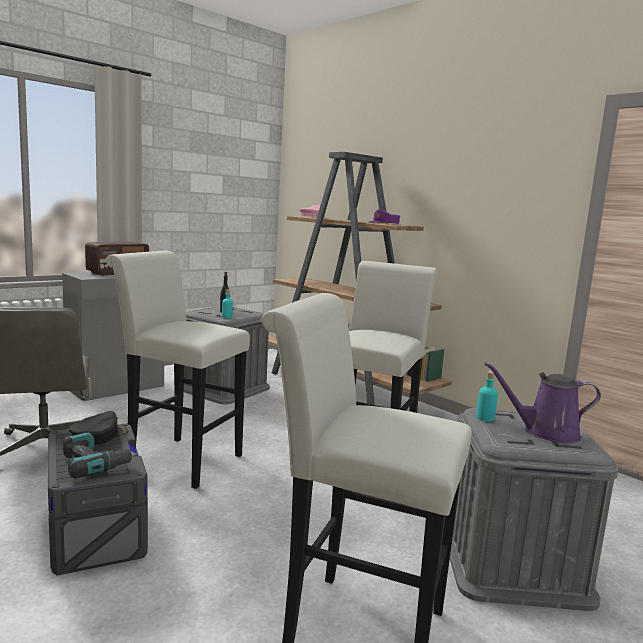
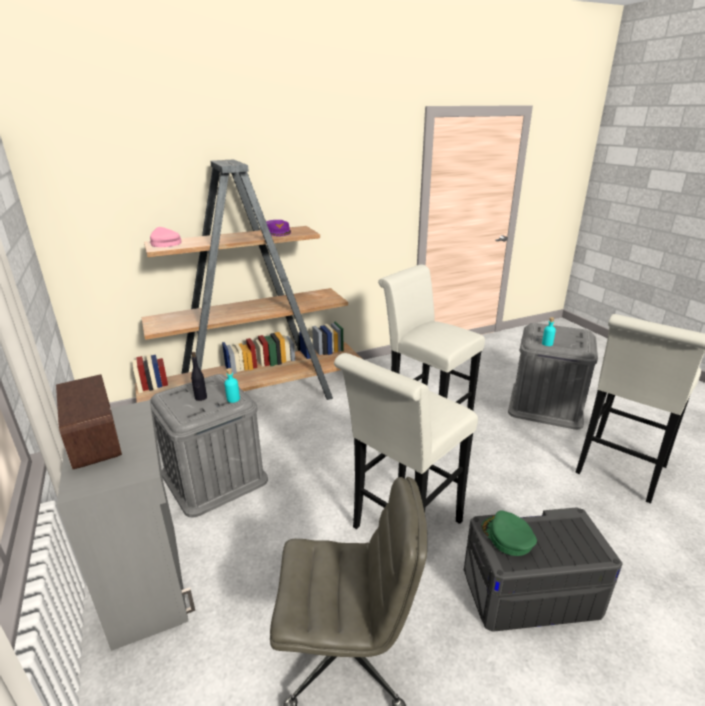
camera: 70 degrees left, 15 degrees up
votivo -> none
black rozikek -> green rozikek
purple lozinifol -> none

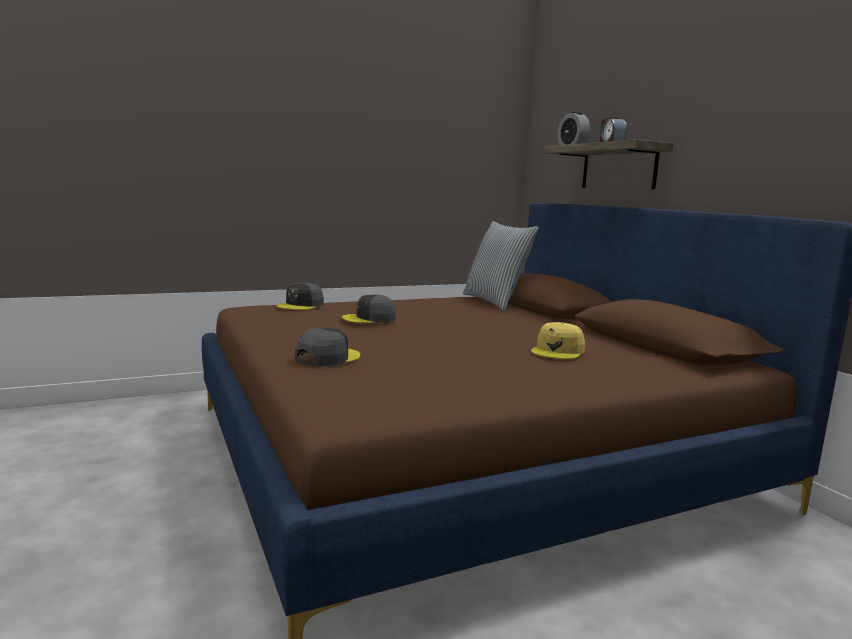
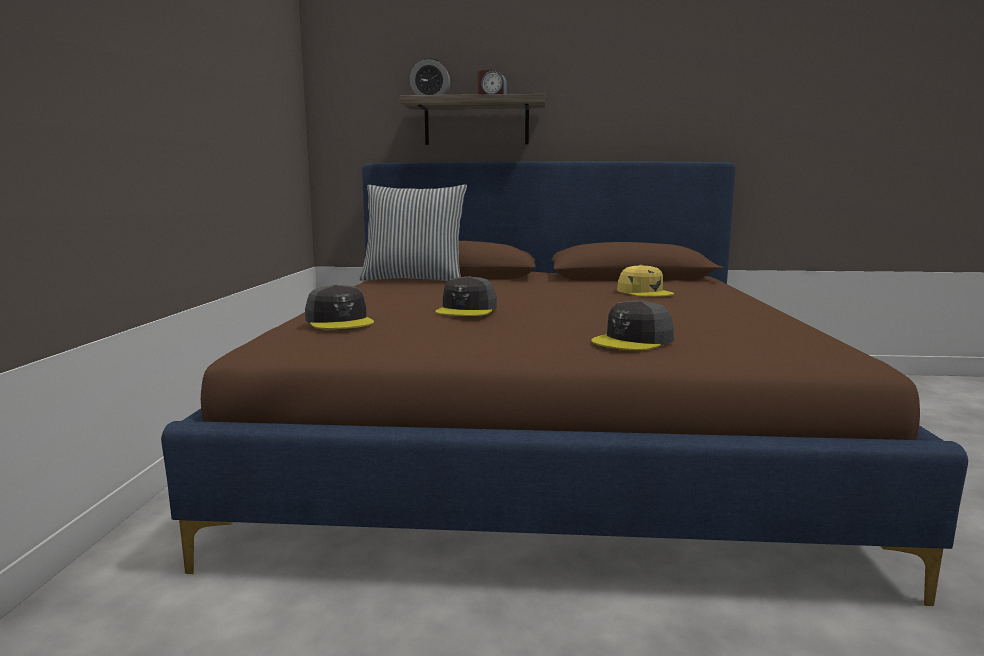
camera: 60 degrees left, 0 degrees up
grey rozikek (no. 2 from left in the first image) -> grey rozikek (no. 3 from left), 105 degrees counterclockwise

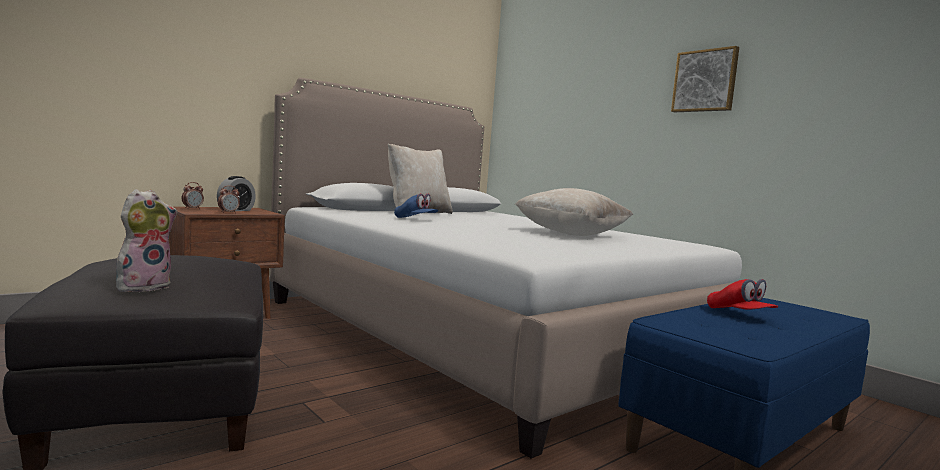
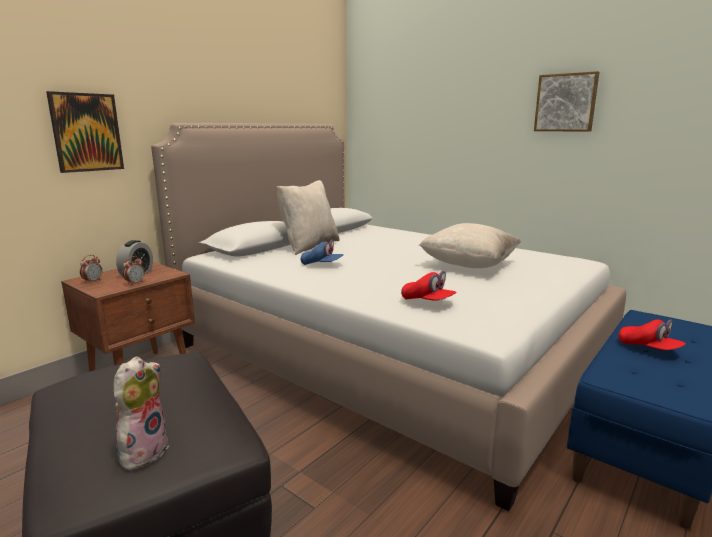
camera: 10 degrees left, 10 degrees up
none -> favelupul (no. 1 from left)
none -> red rozikek (no. 1 from left)

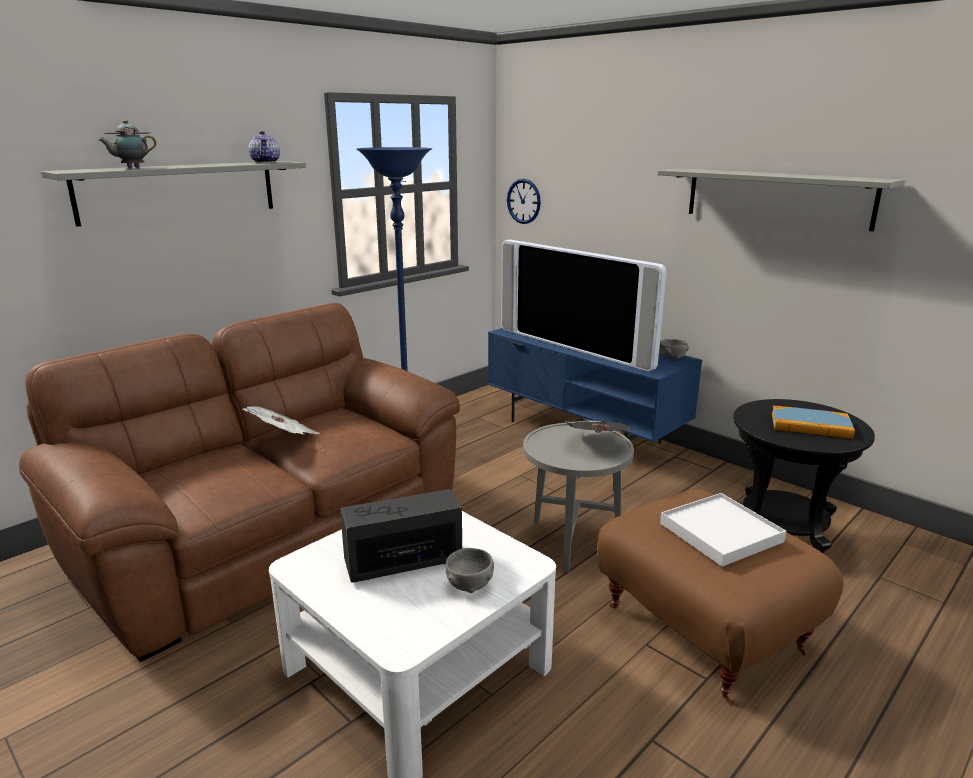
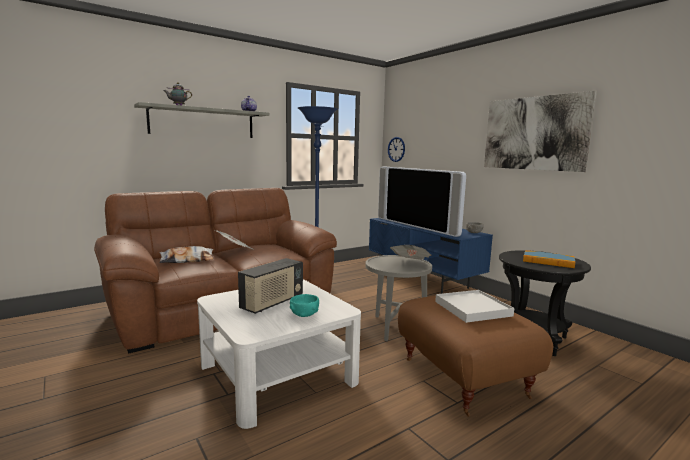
camera: 10 degrees right, 10 degrees down
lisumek, 135 degrees clockwise
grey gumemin (no. 1 from left) -> turquoise gumemin
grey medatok (no. 2 from left) -> favelupul
none -> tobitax

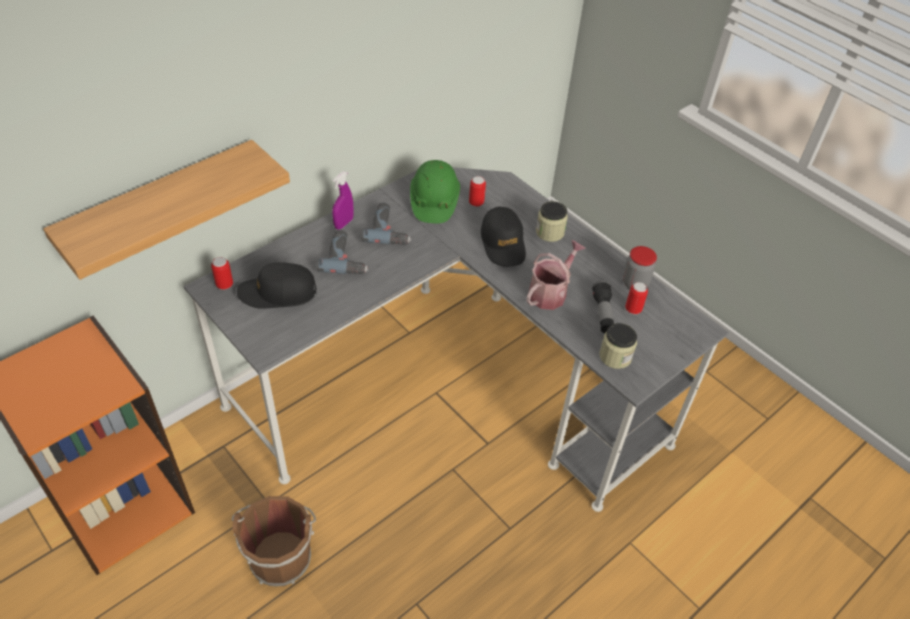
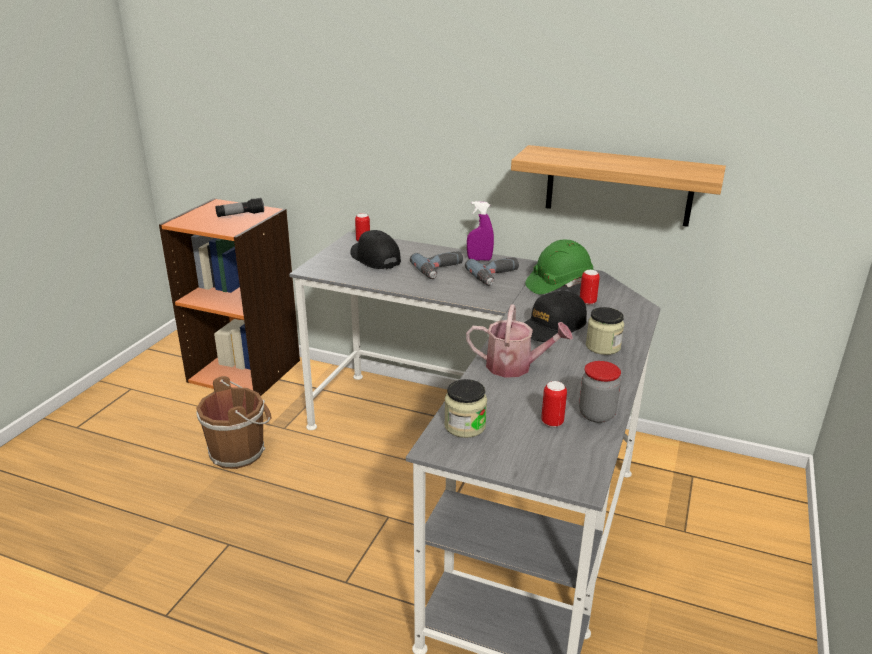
camera: 65 degrees right, 20 degrees down
medatok, relocated
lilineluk, relocated

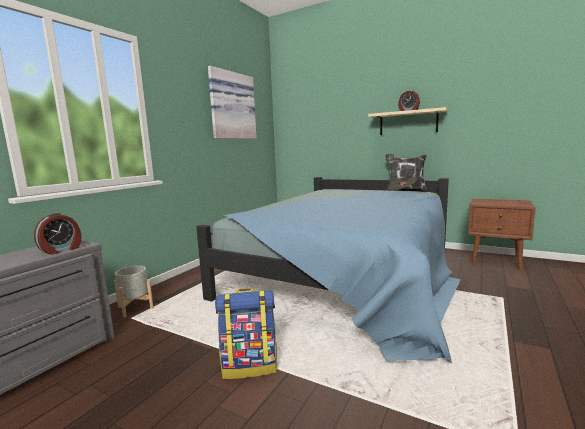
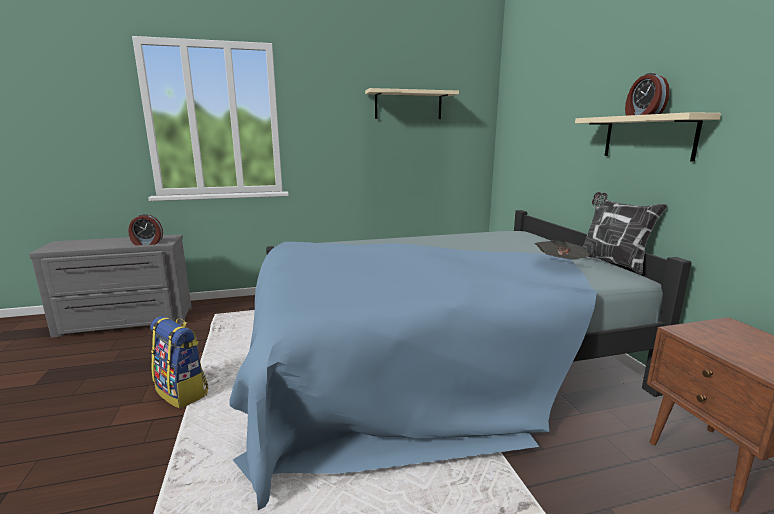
camera: 45 degrees right, 5 degrees up
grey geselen -> none
favelupul -> beige medatok (no. 1 from left)

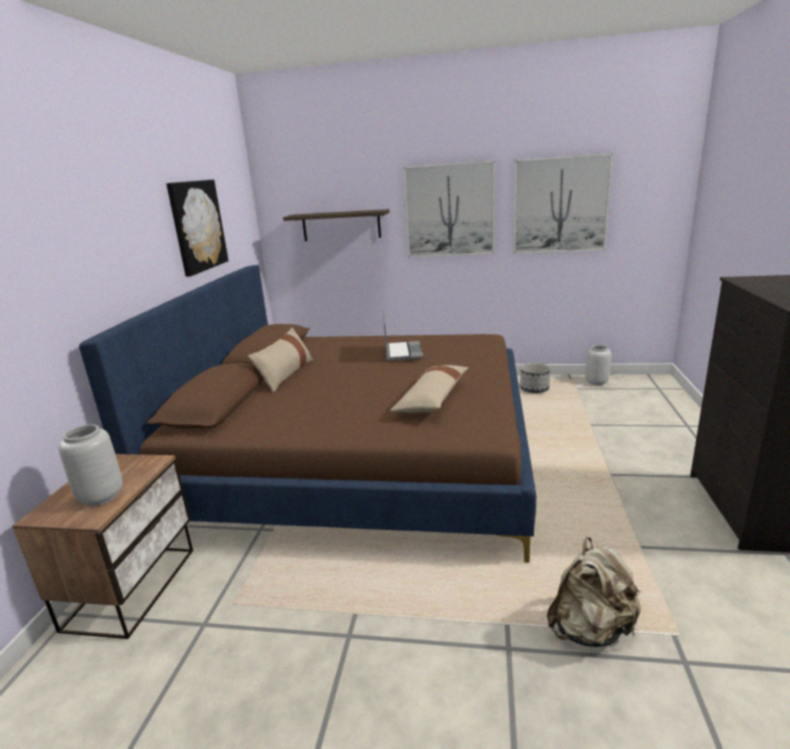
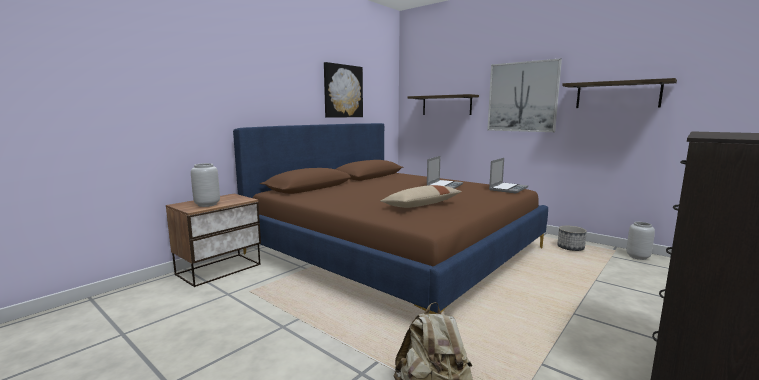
camera: 30 degrees right, 10 degrees down
beige tobitax (no. 1 from left) -> none
favelupul (no. 3 from left) -> medatok (no. 2 from left)
none -> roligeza (no. 2 from left)

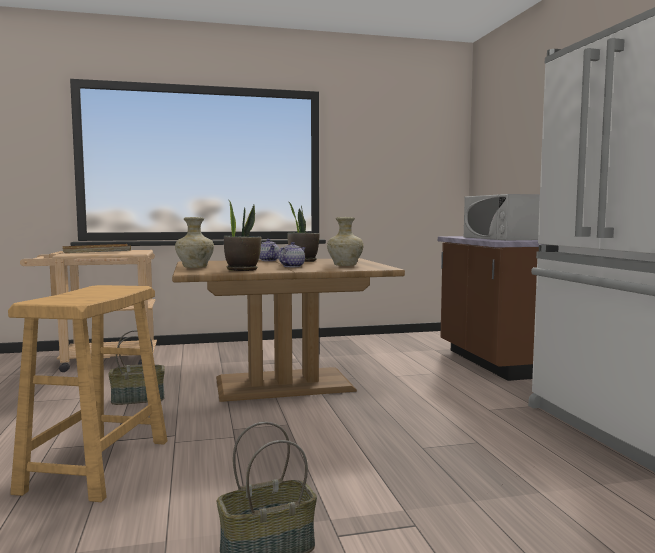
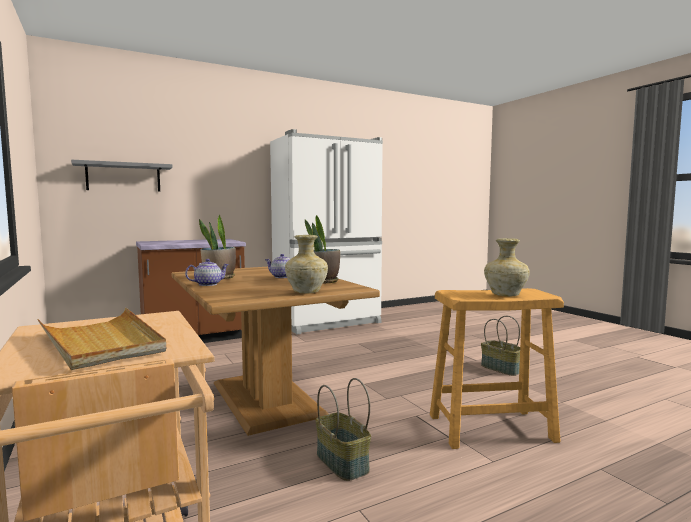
camera: 105 degrees left, 0 degrees up
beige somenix (no. 2 from left), relocated
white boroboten -> none
none -> grey medatok

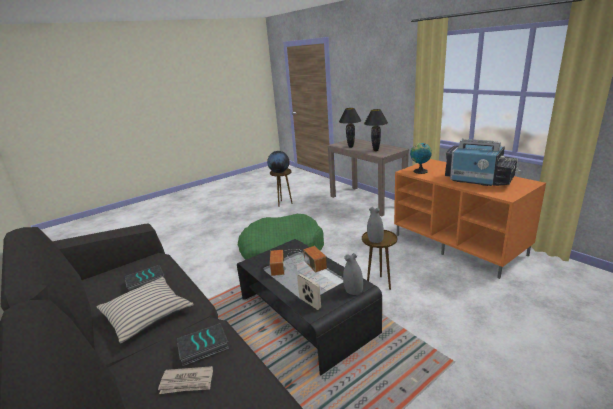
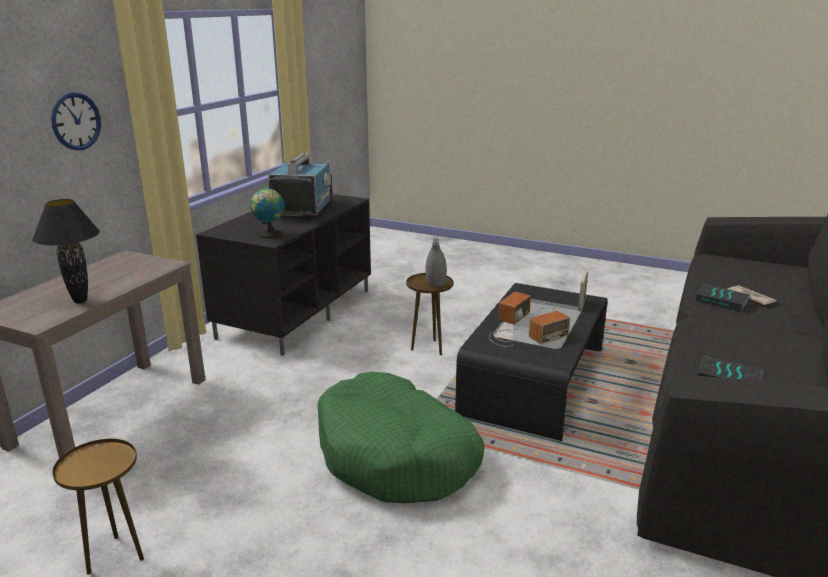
camera: 120 degrees left, 0 degrees up
beige tobitax -> none
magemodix (no. 1 from left) -> none
grey somenix (no. 1 from left) -> none
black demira (no. 2 from left) -> none
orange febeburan -> black febeburan
none -> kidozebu

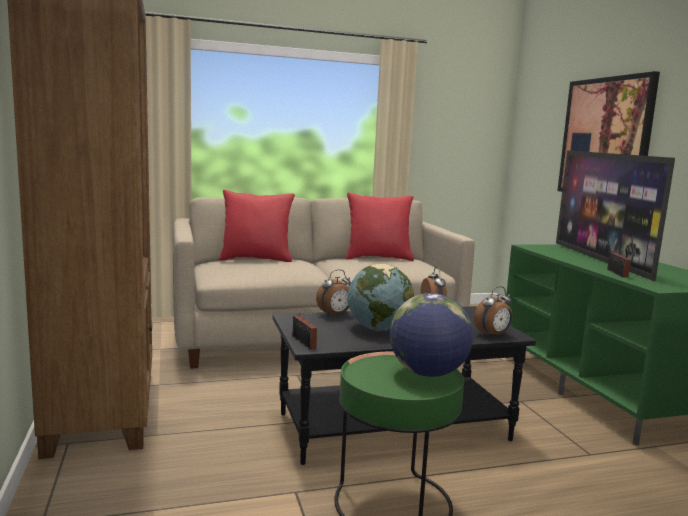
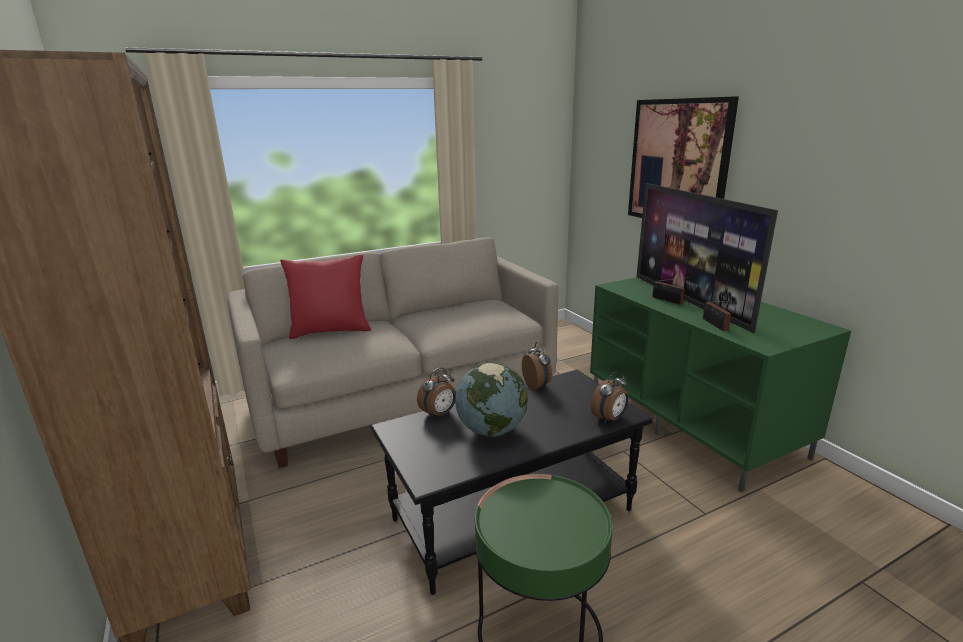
camera: 10 degrees left, 10 degrees up
lisumek (no. 1 from left), relocated
red tobitax (no. 2 from left) -> none
magemodix (no. 2 from left) -> none

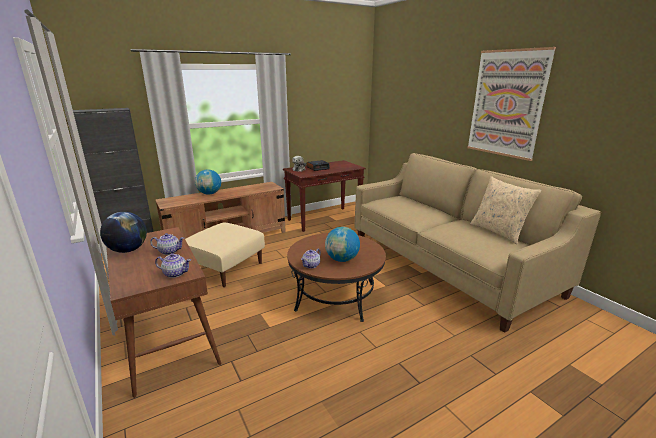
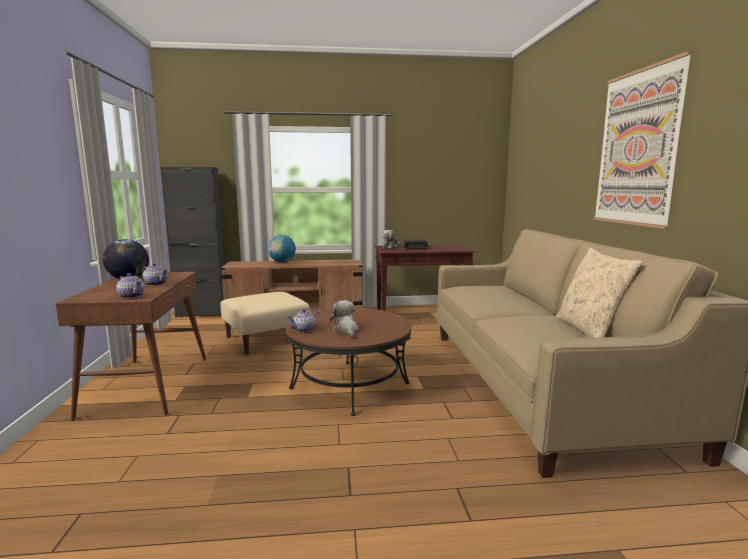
camera: 25 degrees right, 10 degrees down
magemodix (no. 3 from left) -> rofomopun (no. 1 from left)

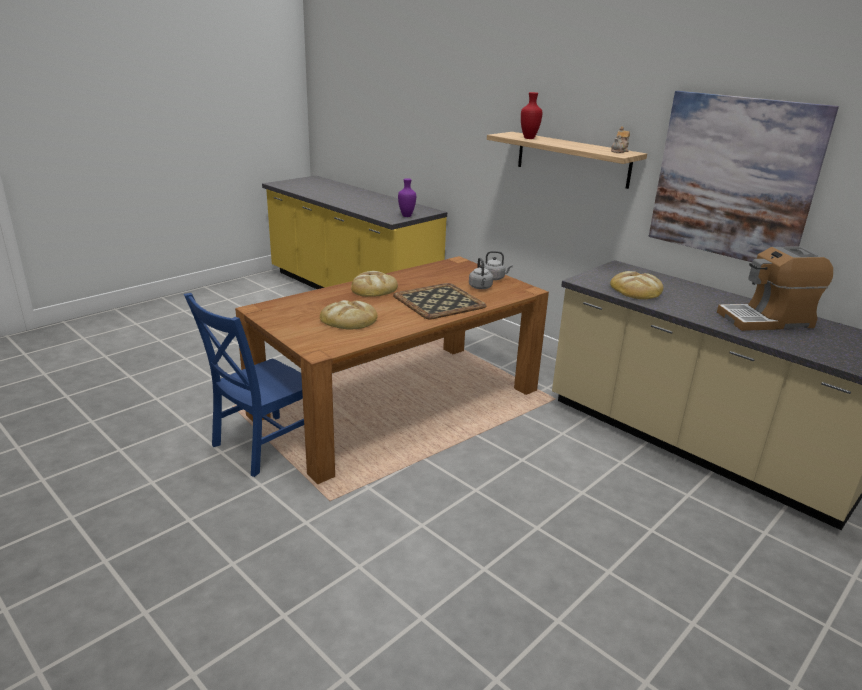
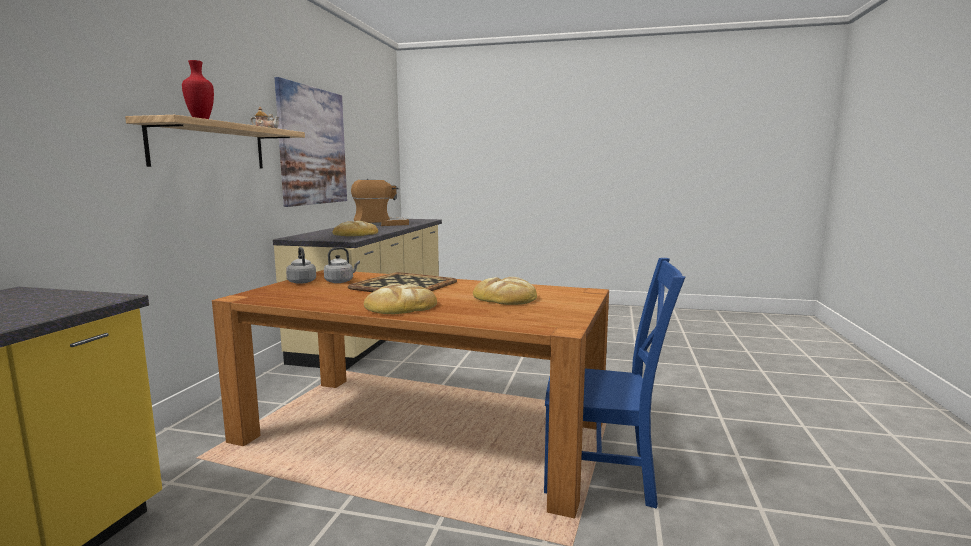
camera: 120 degrees left, 15 degrees down
purple somenix -> none
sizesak, 75 degrees counterclockwise

